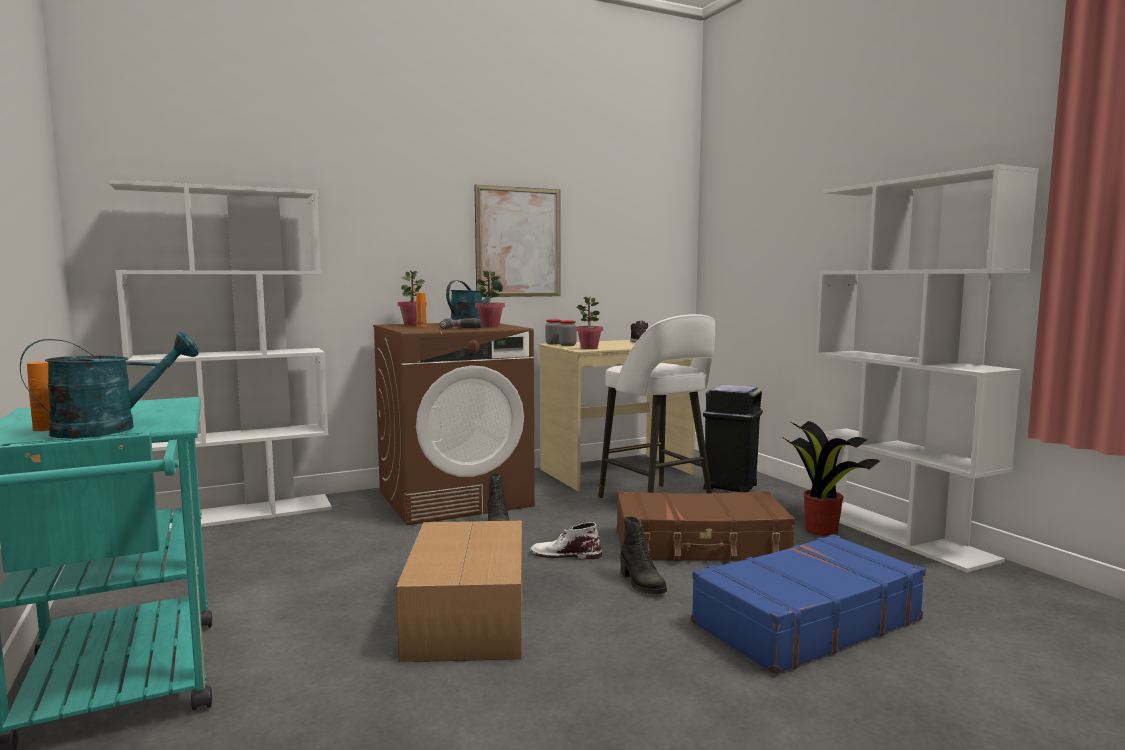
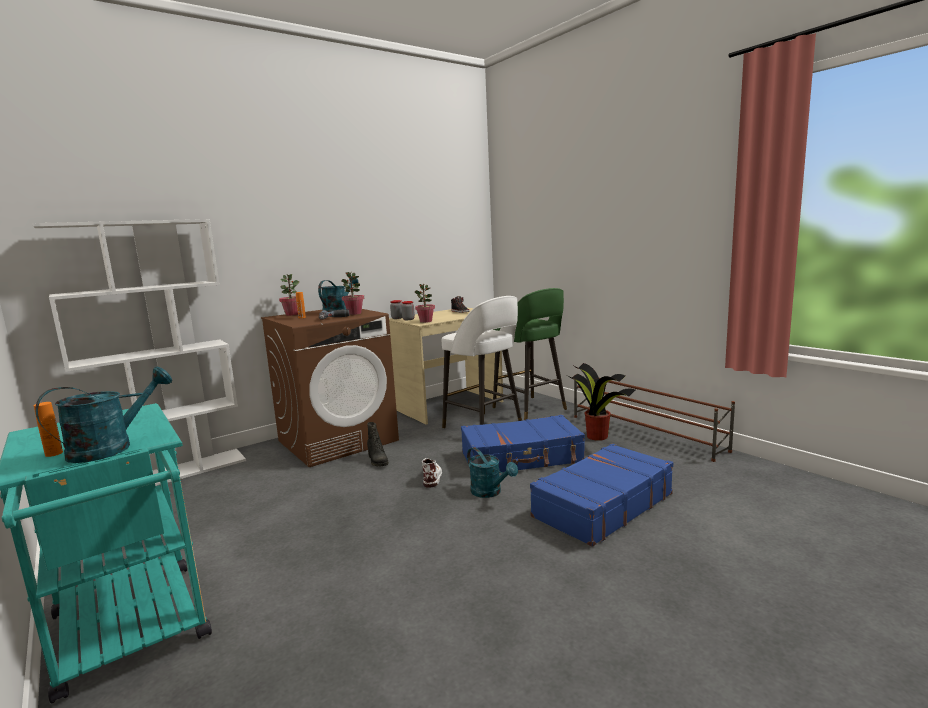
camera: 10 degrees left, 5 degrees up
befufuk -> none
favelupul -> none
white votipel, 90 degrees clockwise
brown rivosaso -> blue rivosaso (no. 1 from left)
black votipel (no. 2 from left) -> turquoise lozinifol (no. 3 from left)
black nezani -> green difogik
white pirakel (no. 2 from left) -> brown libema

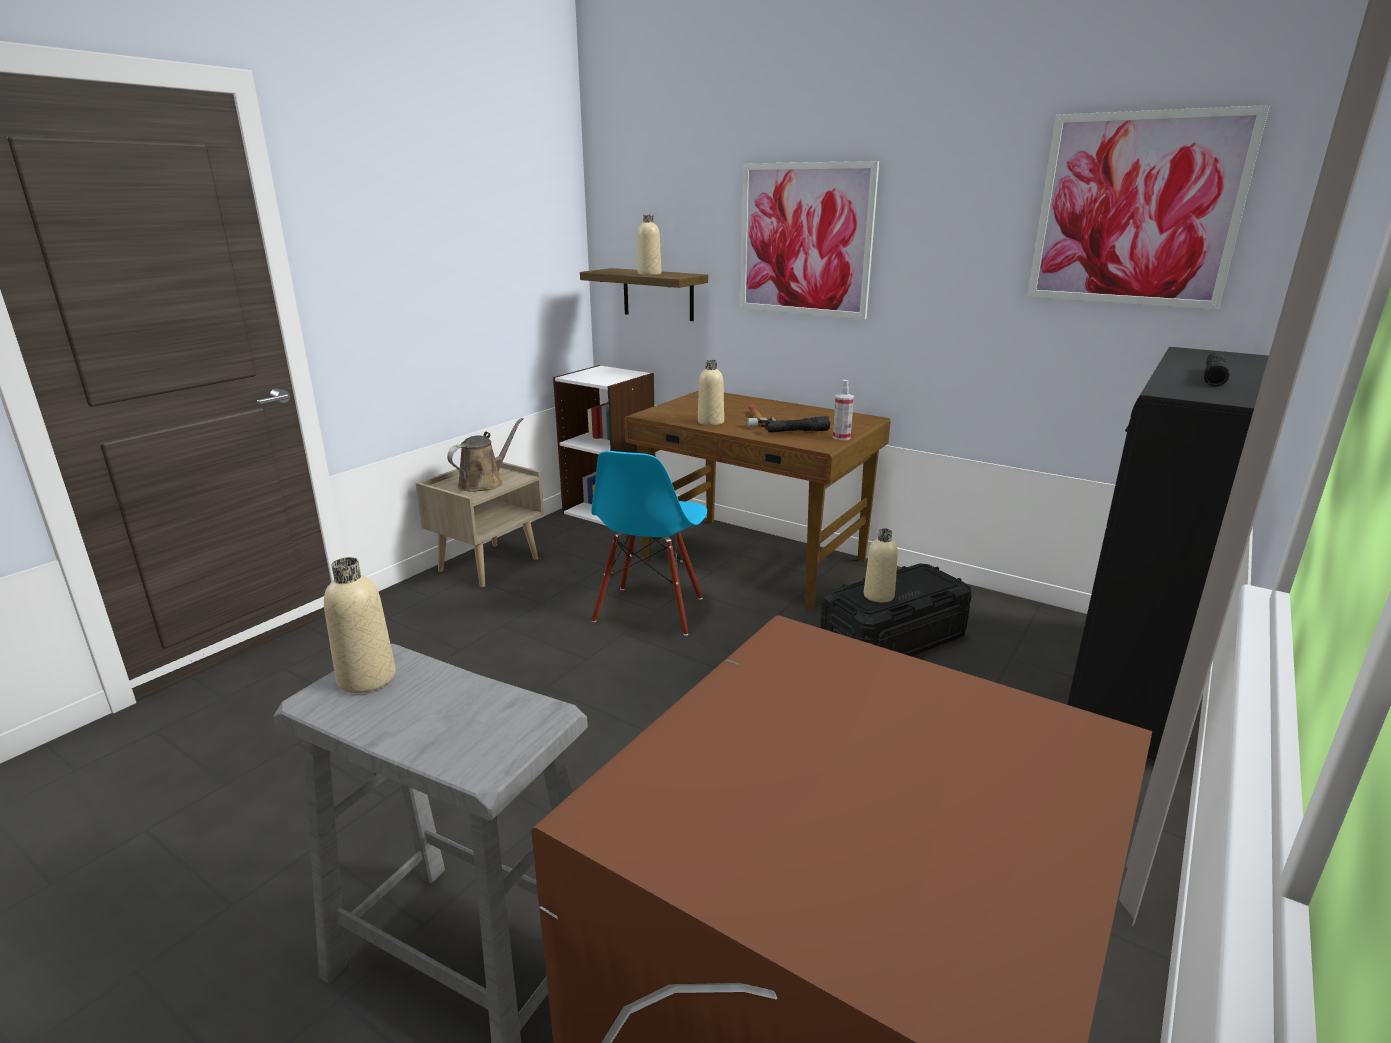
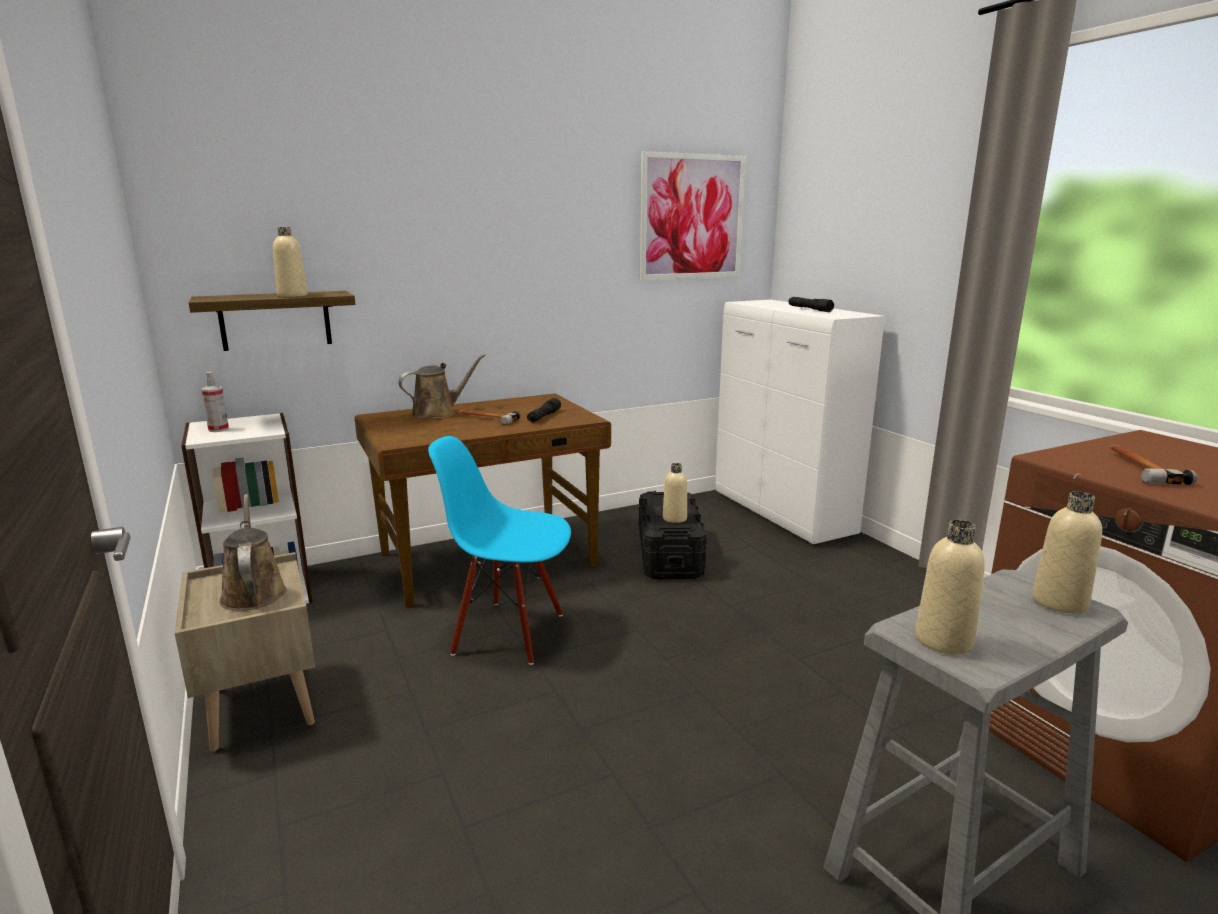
camera: 60 degrees left, 5 degrees down
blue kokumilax, 150 degrees clockwise
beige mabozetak (no. 3 from left in the first image) -> beige mabozetak (no. 4 from left), relocated
favelupul (no. 1 from left) -> none
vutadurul, relocated
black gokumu -> white gokumu
none -> brown lozinifol (no. 2 from left)
none -> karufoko (no. 2 from left)

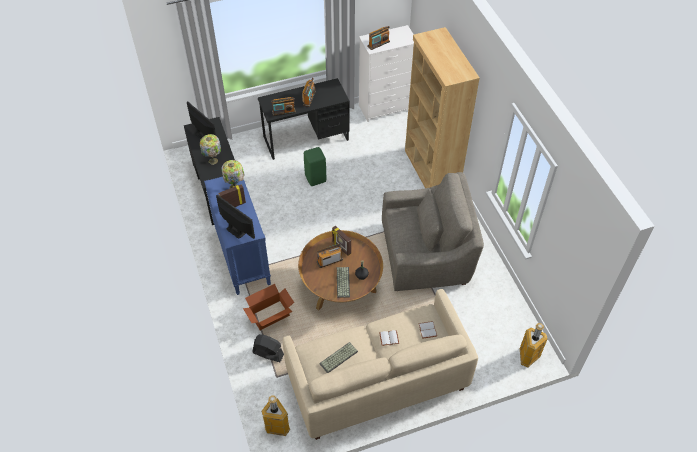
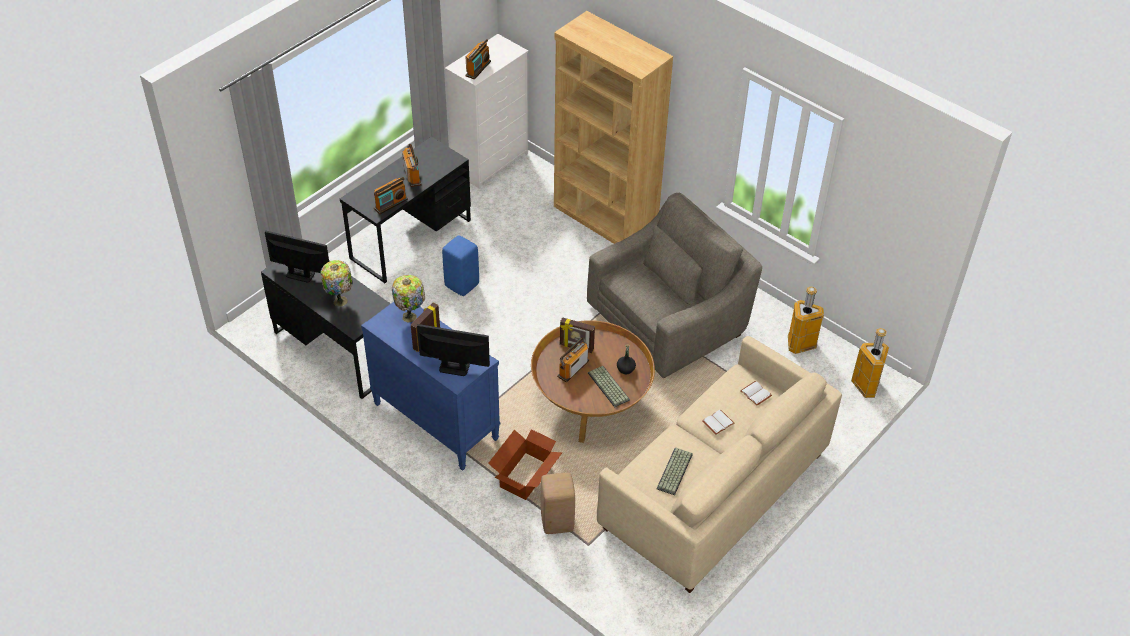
camera: 30 degrees left, 5 degrees down
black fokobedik -> beige difogik
nezani (no. 1 from left), relocated
green difogik -> blue difogik

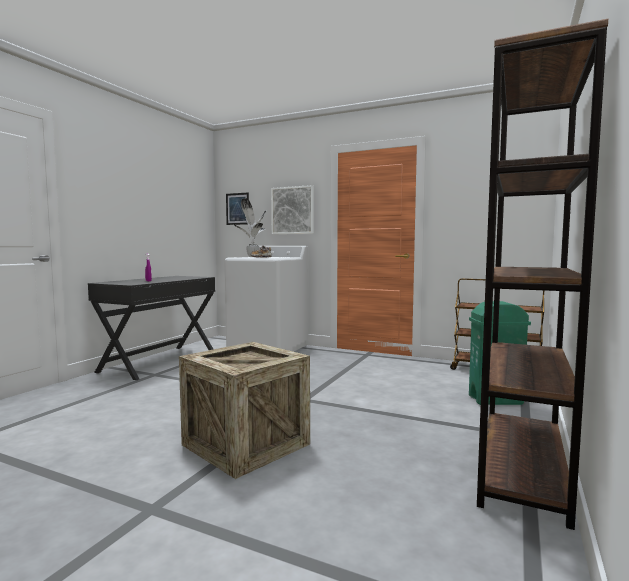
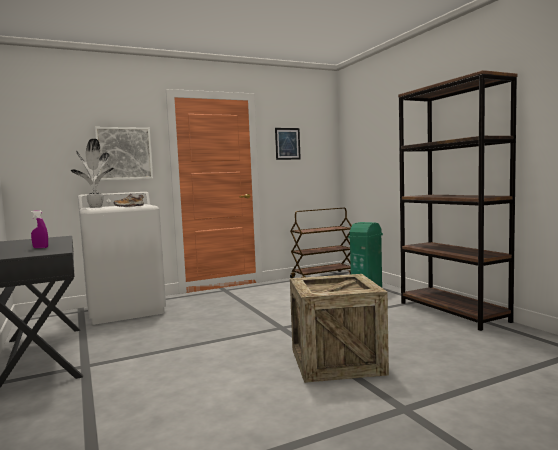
camera: 50 degrees left, 0 degrees up
favelupul (no. 1 from left in the first image) -> favelupul (no. 2 from left), relocated

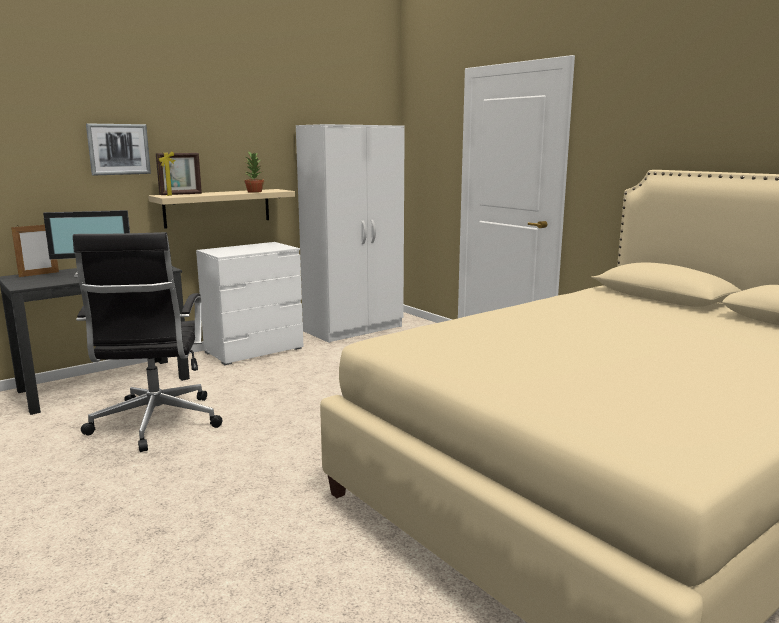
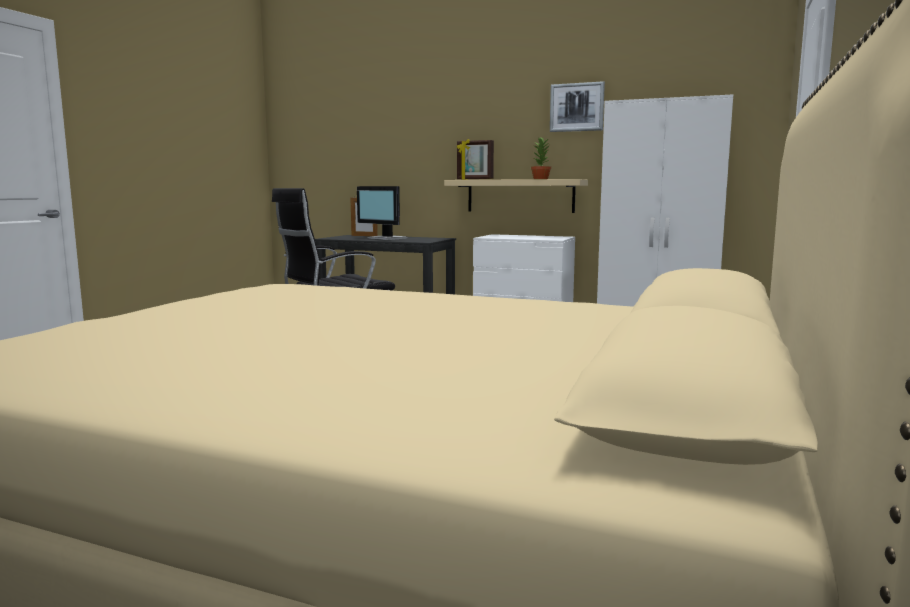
camera: 60 degrees right, 5 degrees down
favelupul, relocated

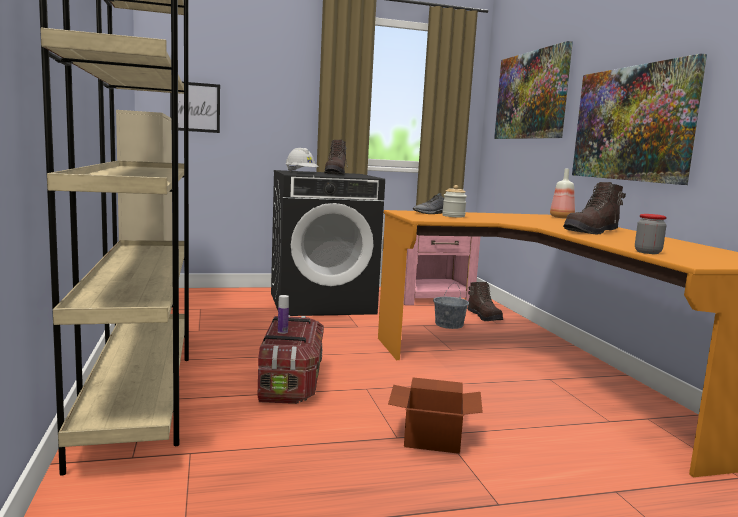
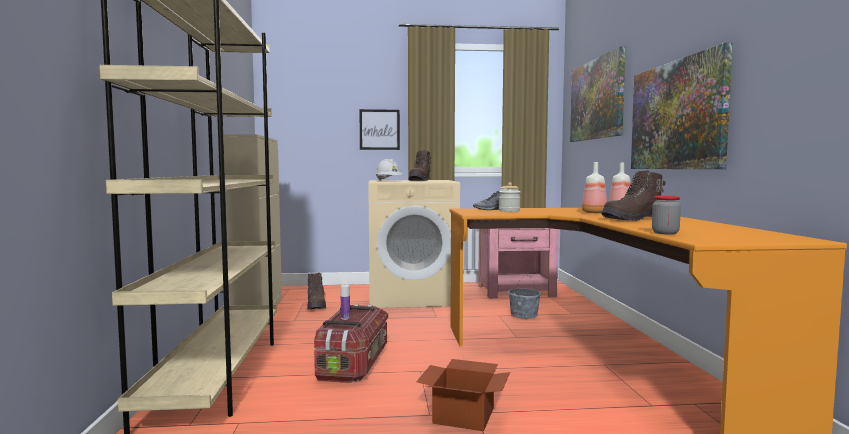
camera: 10 degrees right, 5 degrees down
favelupul (no. 1 from left), relocated
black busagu -> beige busagu
brown votipel (no. 2 from left in the first image) -> brown votipel (no. 1 from left), relocated
none -> mabozetak (no. 2 from left)

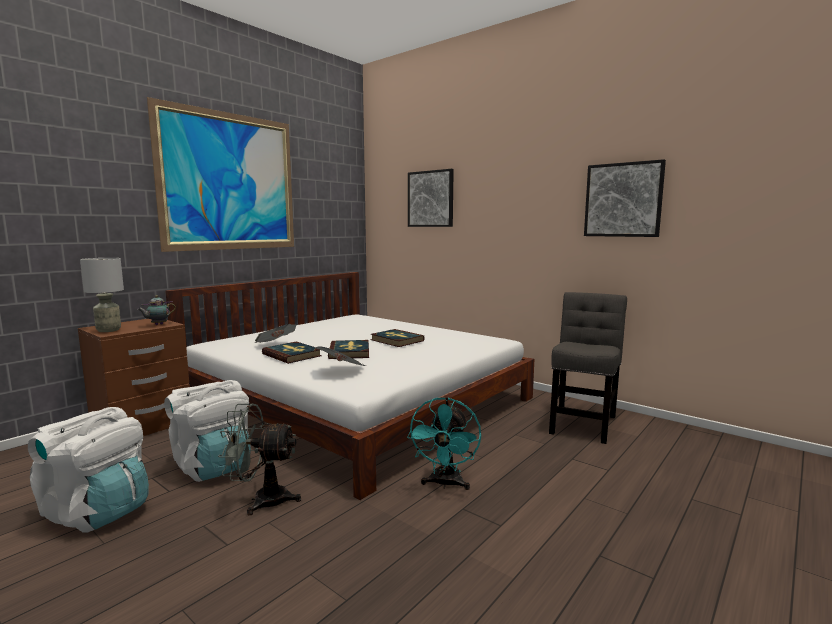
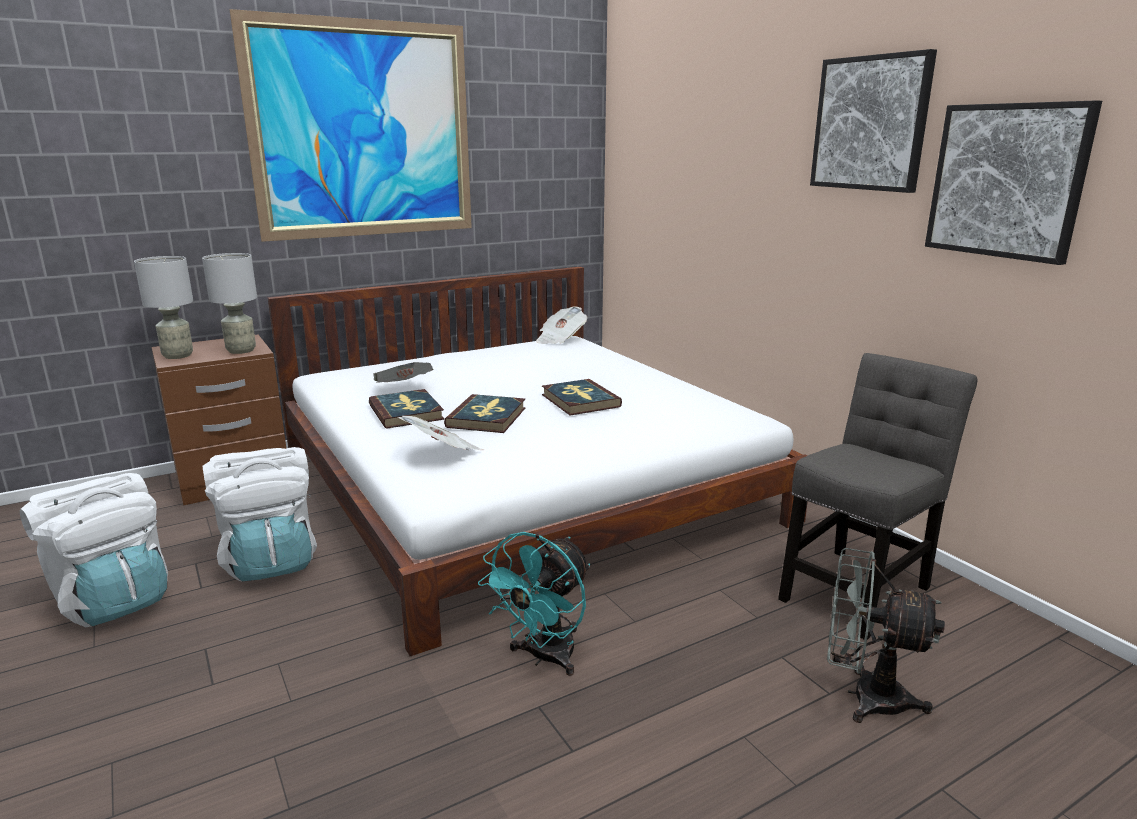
camera: 20 degrees right, 10 degrees up
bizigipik -> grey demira (no. 2 from left)
grey fokobedik, relocated
favelupul (no. 2 from left), relocated
none -> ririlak (no. 3 from left)

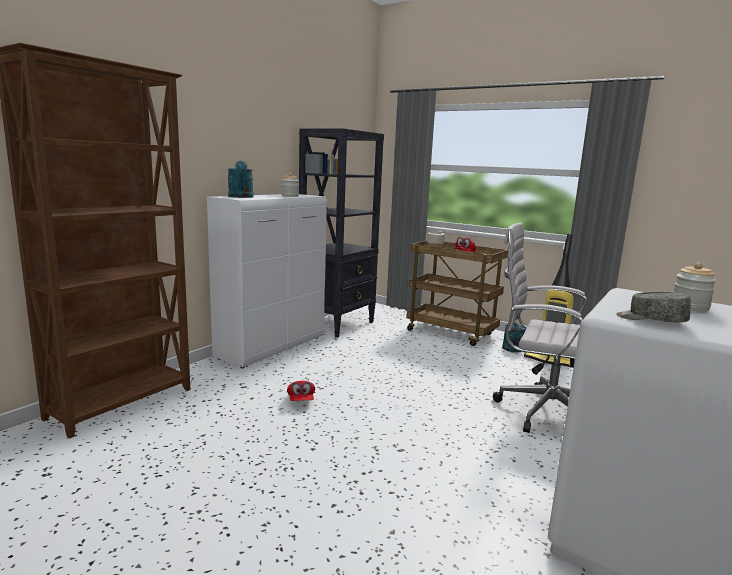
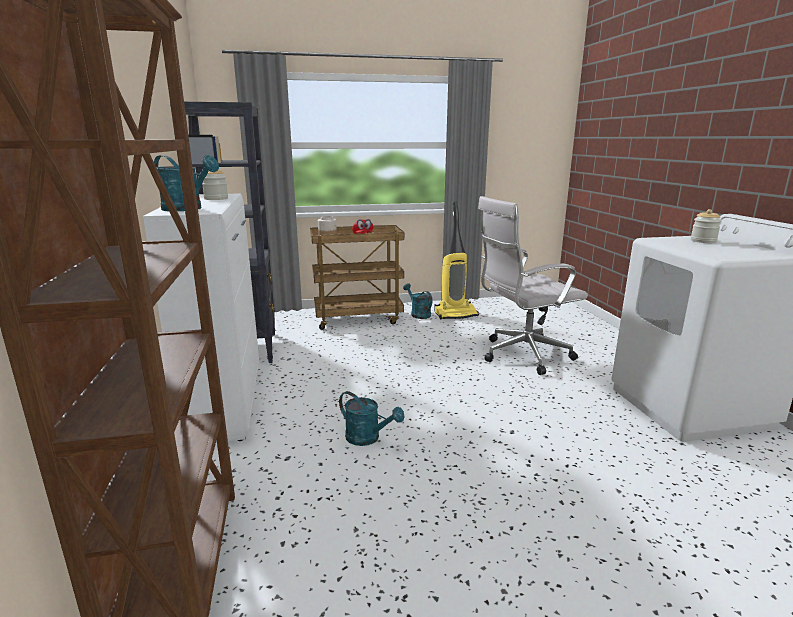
camera: 45 degrees left, 5 degrees up
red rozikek (no. 1 from left) -> turquoise lozinifol (no. 2 from left)
grey rozikek -> none

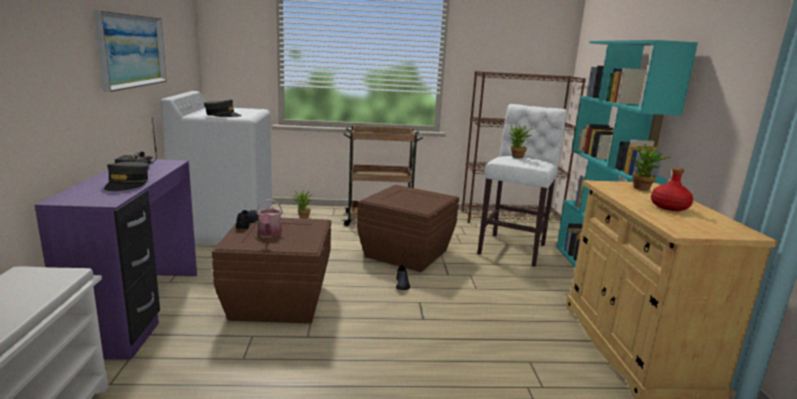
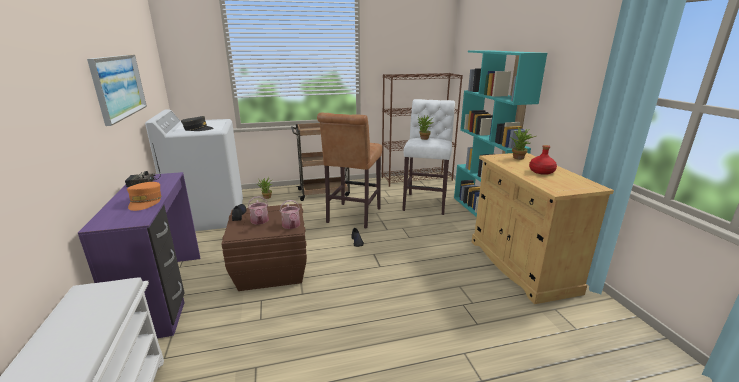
camera: 10 degrees left, 5 degrees up
grey rozikek (no. 1 from left) -> orange rozikek
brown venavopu (no. 2 from left) -> brown difogik
none -> lozinifol (no. 2 from left)

